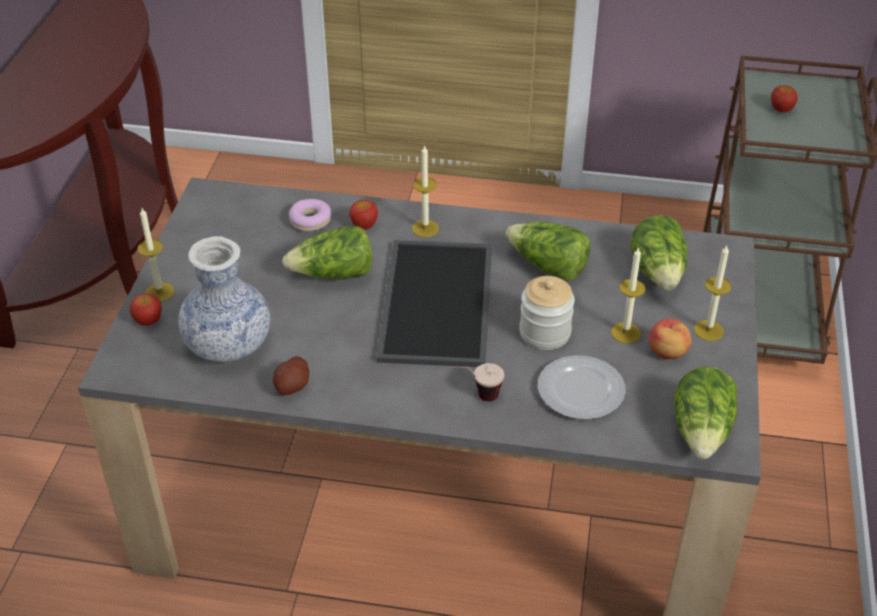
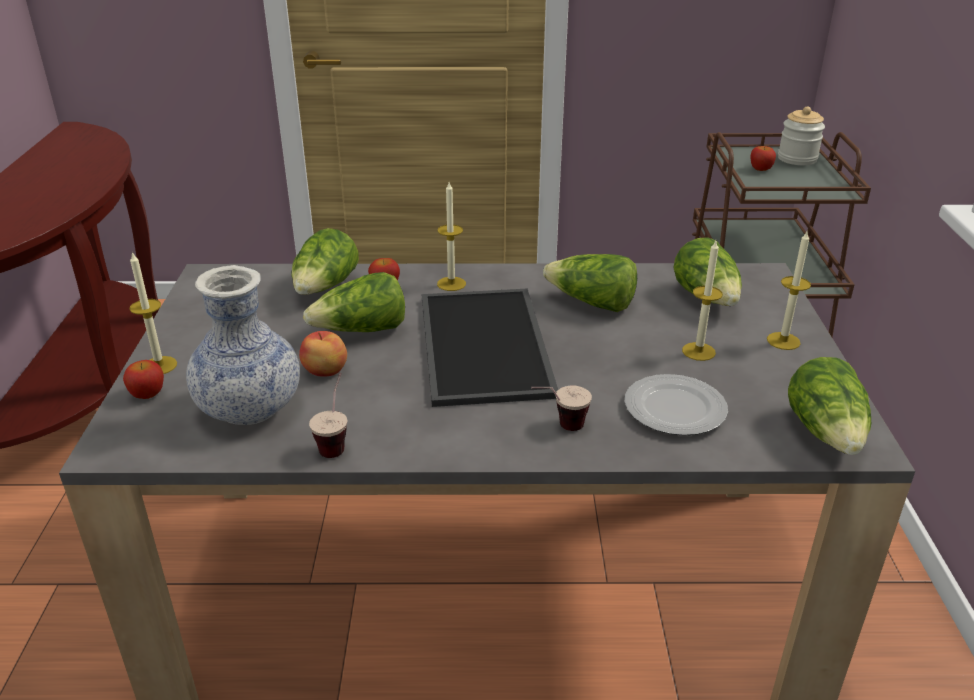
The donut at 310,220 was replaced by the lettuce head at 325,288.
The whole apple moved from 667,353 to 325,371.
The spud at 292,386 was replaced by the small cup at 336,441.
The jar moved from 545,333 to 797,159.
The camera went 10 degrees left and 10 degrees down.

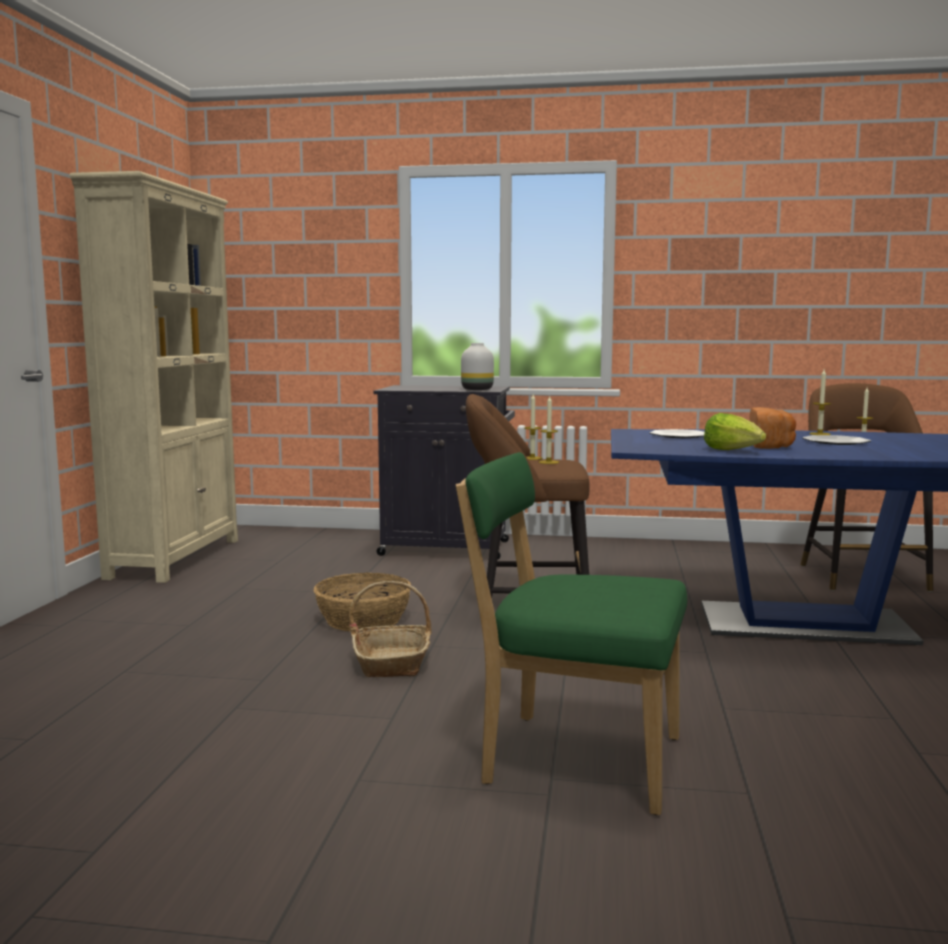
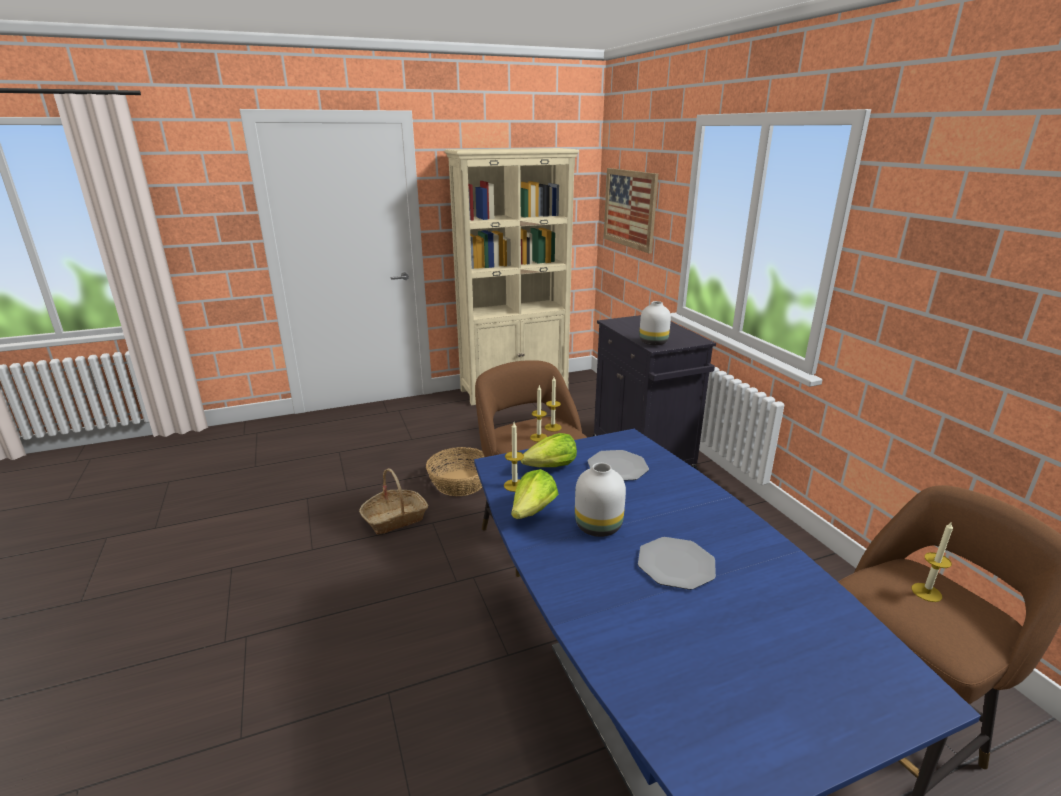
The wax light moved from 820,434 to 514,485.
The lettuce head at 551,467 appeared.
The bakery bread at 771,445 was replaced by the vase (white) at 597,526.
The wall picture at 630,208 appeared.
The plain chair (green) at 573,759 disappeared.
The camera went 60 degrees right and 15 degrees up.

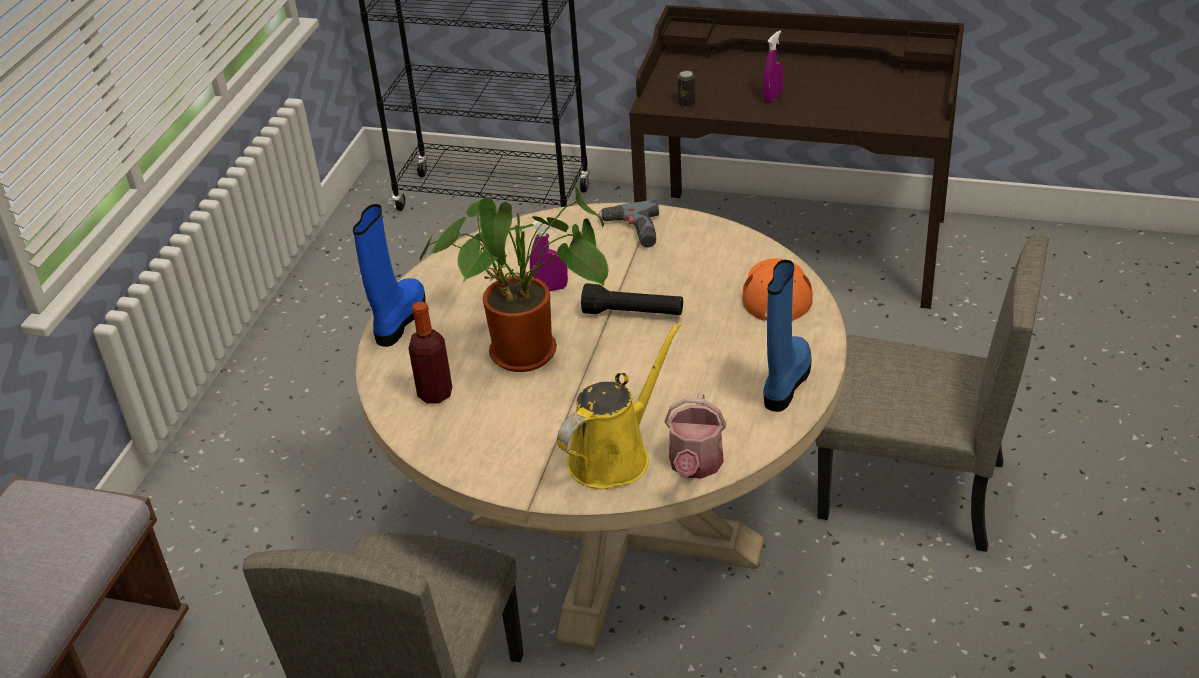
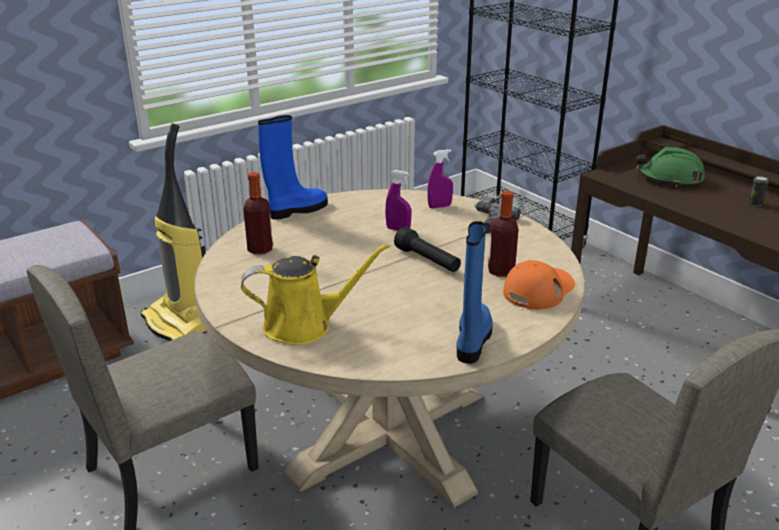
The hoover at 179,323 appeared.
The sprayer (purple-coloured) moved from 773,97 to 439,206.
The high-top boot (blue-coloured) at 785,382 turned 45 degrees counterclockwise.
The bottle at 501,271 appeared.
The safety helmet (green) at 669,179 appeared.
The metal can moved from 686,103 to 755,203.
The houseplant at 531,352 disappeared.
The watering pot at 695,466 disappeared.
The camera went 35 degrees right and 10 degrees down.

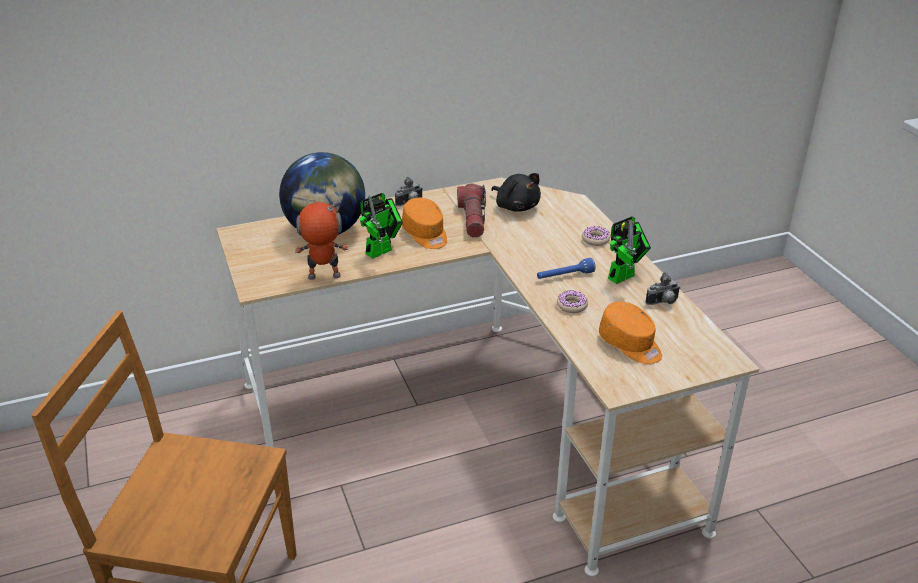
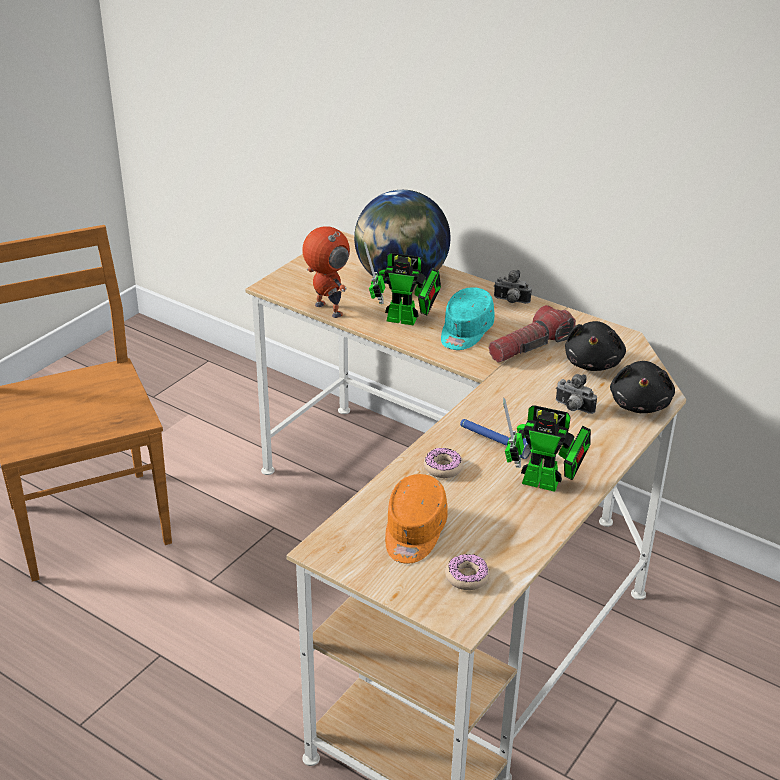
The baseball cap (orange-coloured) at 426,234 became the baseball cap (turquoise-coloured) at 465,332.
The donut moved from 595,240 to 467,577.
The still camera moved from 663,302 to 573,408.
The plush toy (blackish) at 640,404 appeared.
The camera went 55 degrees right and 0 degrees up.

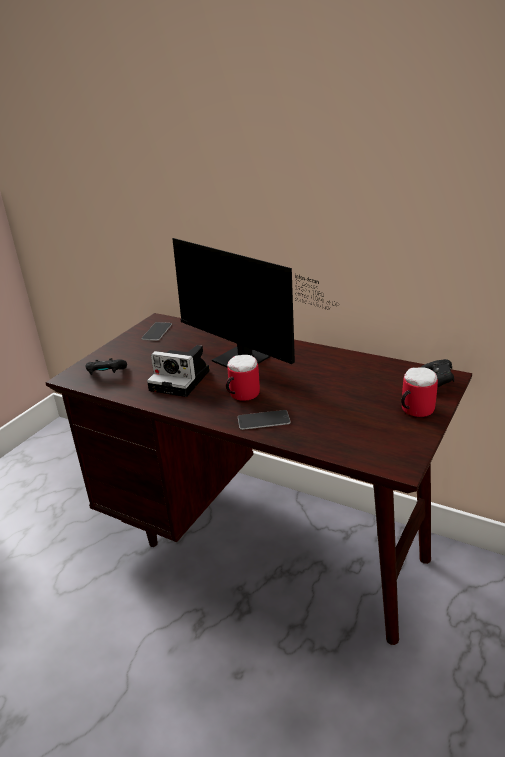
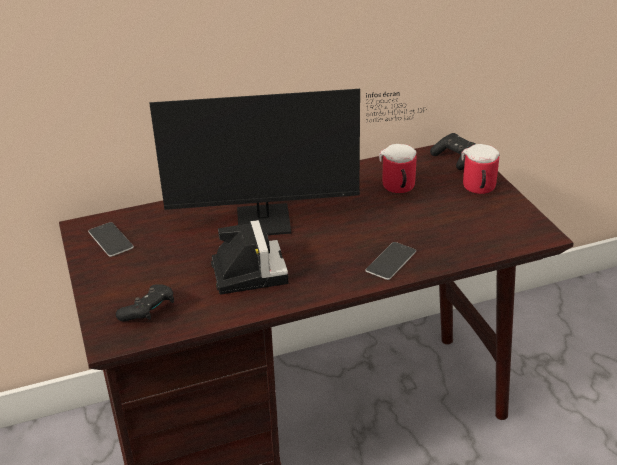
The still camera at 182,380 turned 75 degrees counterclockwise.
The coffee mug moved from 240,395 to 398,188.
The camera went 50 degrees left and 5 degrees up.

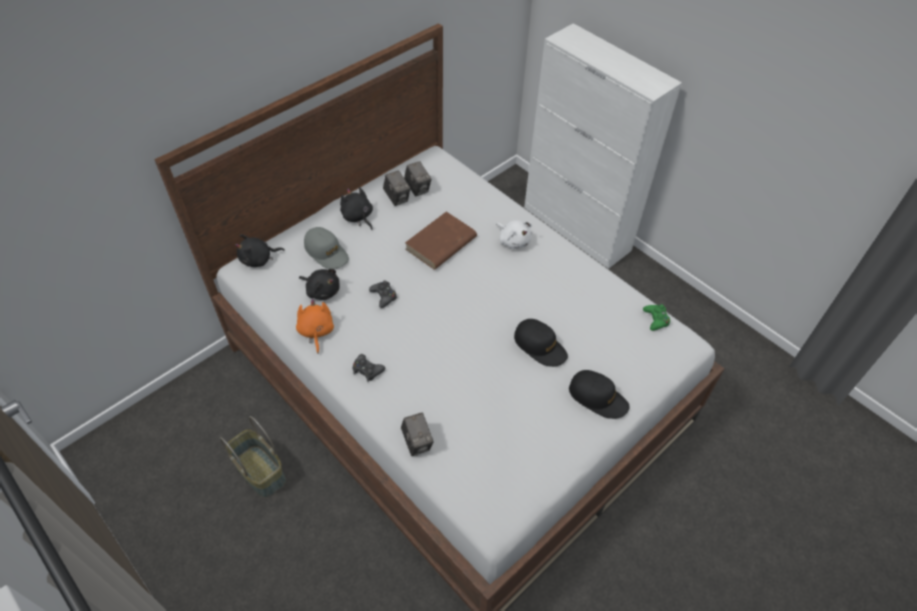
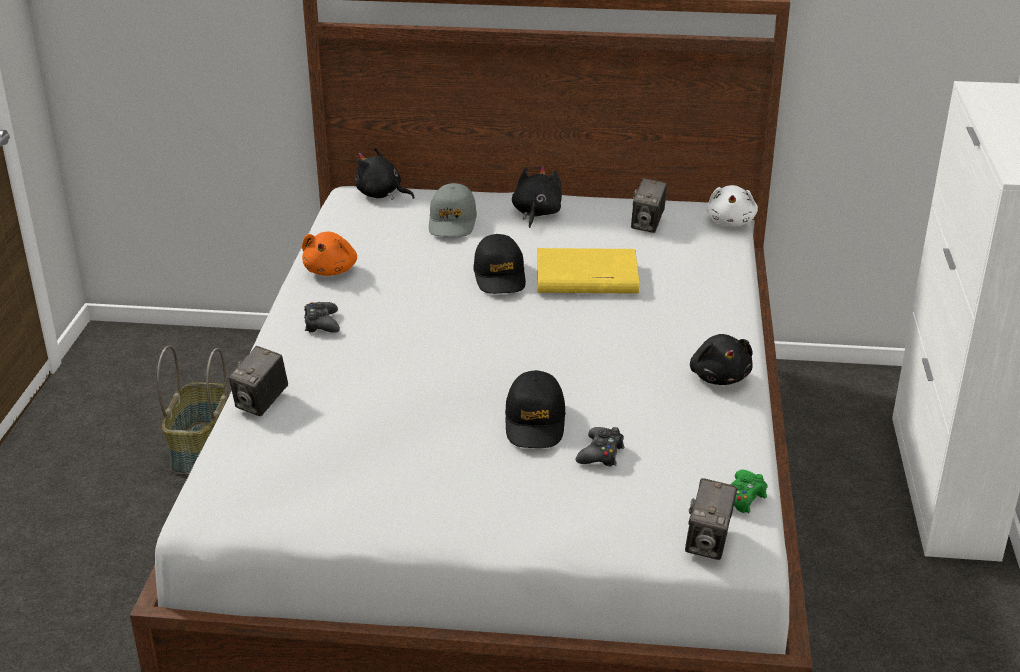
The plush toy (orange-coloured) at 316,332 turned 150 degrees clockwise.
The baseball cap (blackish) moved from 598,397 to 500,276.
The book (brown) at 440,244 became the book (yellow-coloured) at 585,278.
The game controller (blackish) moved from 384,296 to 601,454.
The still camera moved from 397,198 to 708,543.
The plush toy (blackish) moved from 322,290 to 719,376.
The plush toy (white) moved from 513,240 to 730,222.
The camera went 50 degrees right and 20 degrees down.

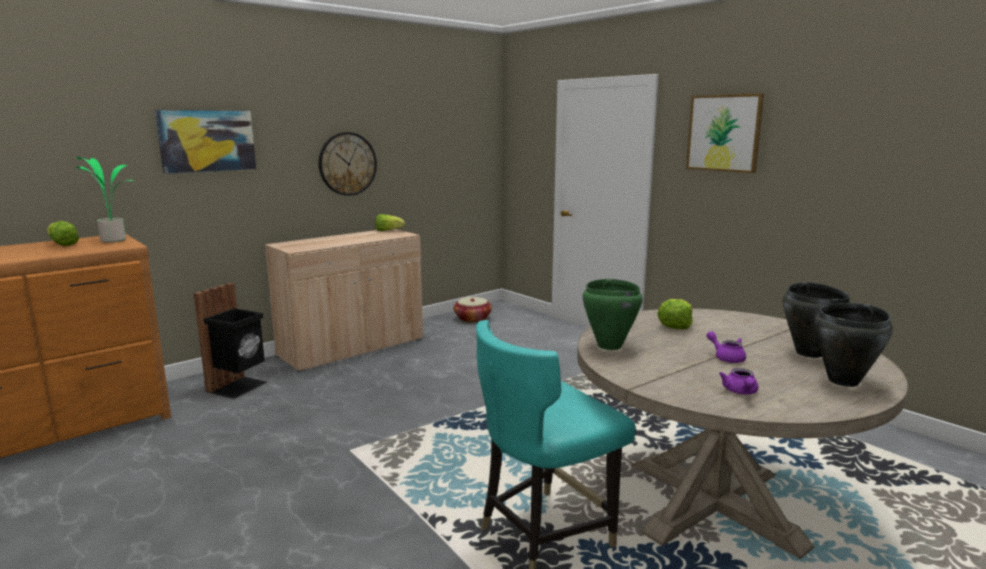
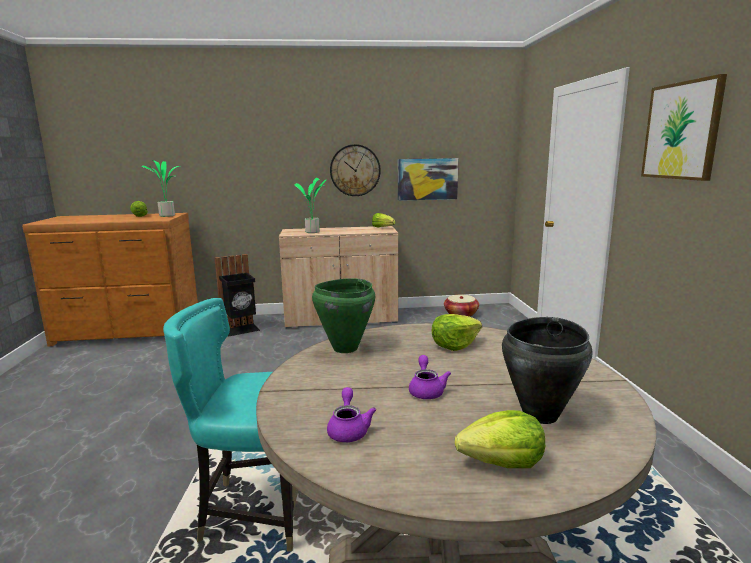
The houseplant at 313,232 appeared.
The teapot (purple-coloured) at 740,392 turned 135 degrees clockwise.
The wall picture moved from 207,141 to 427,179.
The saucepot (blackish) at 844,381 was replaced by the lettuce head at 502,462.
The camera went 35 degrees right and 0 degrees up.

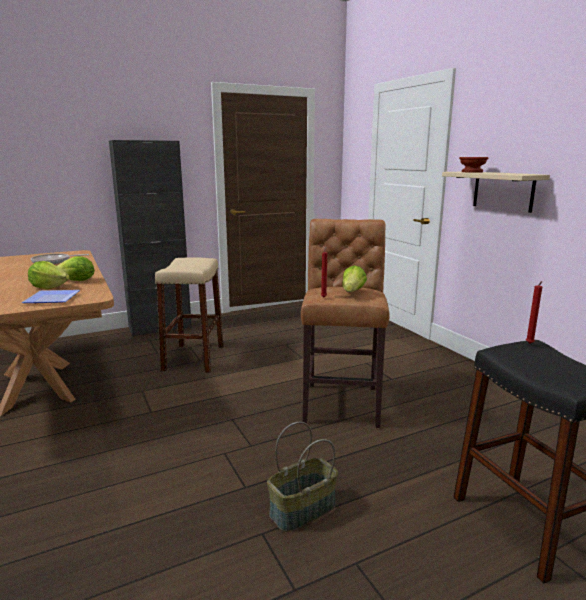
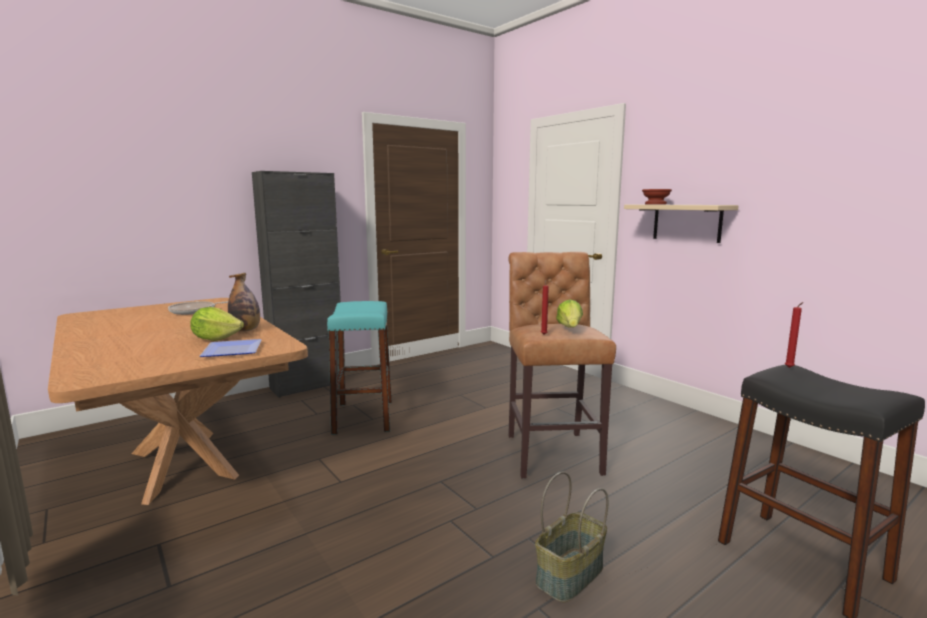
The lettuce head at 77,281 was replaced by the bottle at 246,330.
The stool (beige) at 194,358 became the stool (turquoise-coloured) at 363,417.
The camera went 10 degrees left and 5 degrees down.

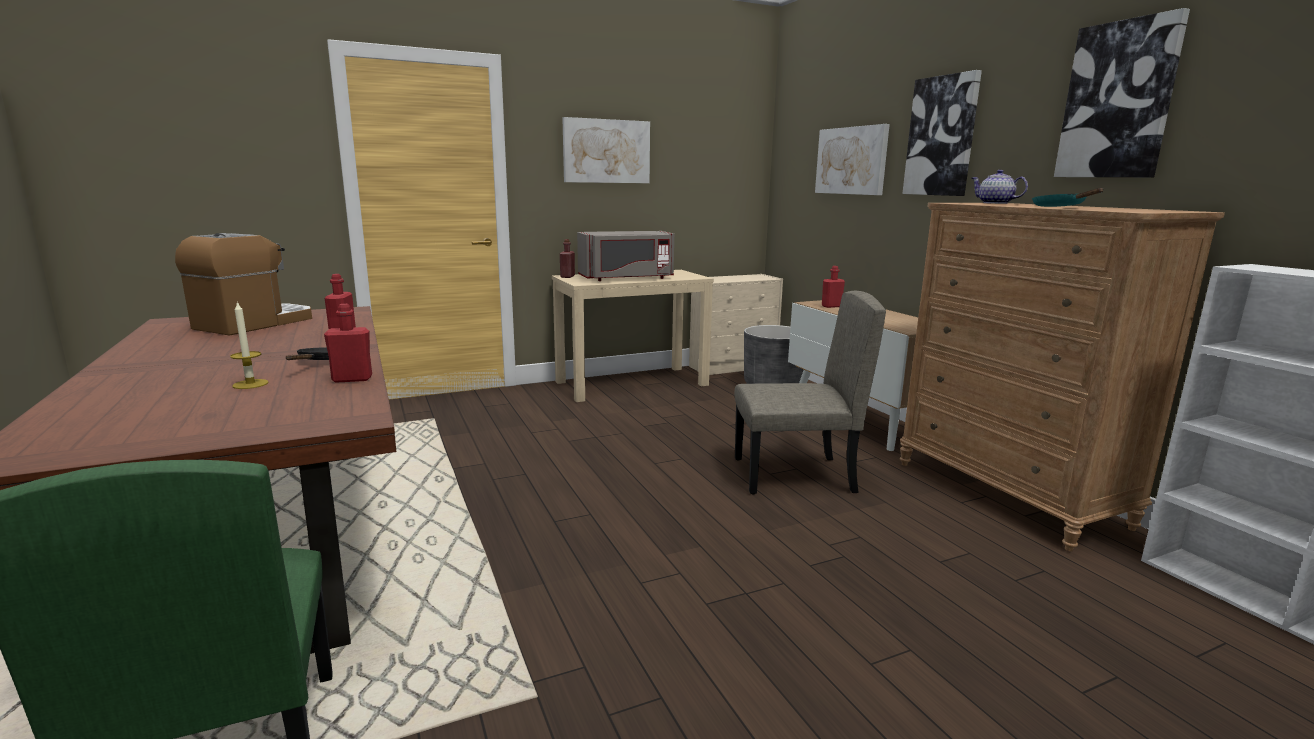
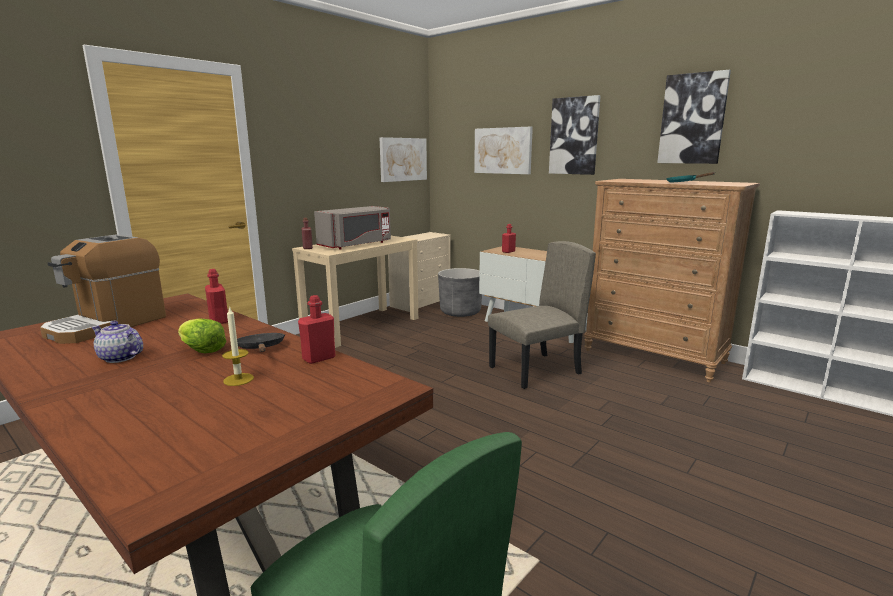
The coffee machine at 254,323 turned 150 degrees counterclockwise.
The teapot moved from 995,203 to 120,358.
The lettuce head at 201,350 appeared.
The wall picture moved from 606,151 to 403,159.
The camera went 25 degrees left and 0 degrees up.

